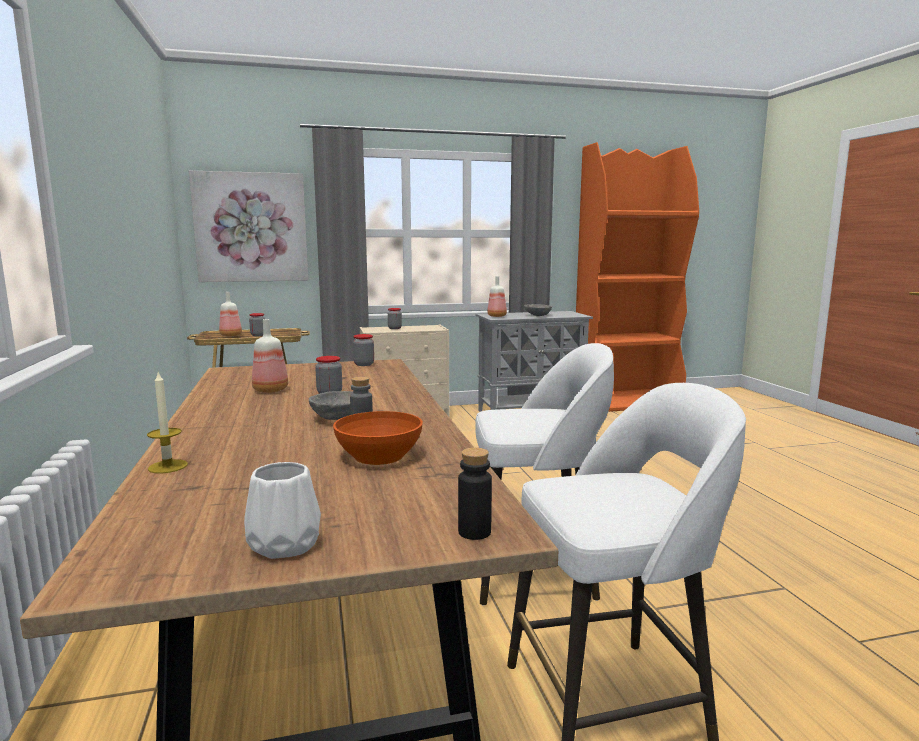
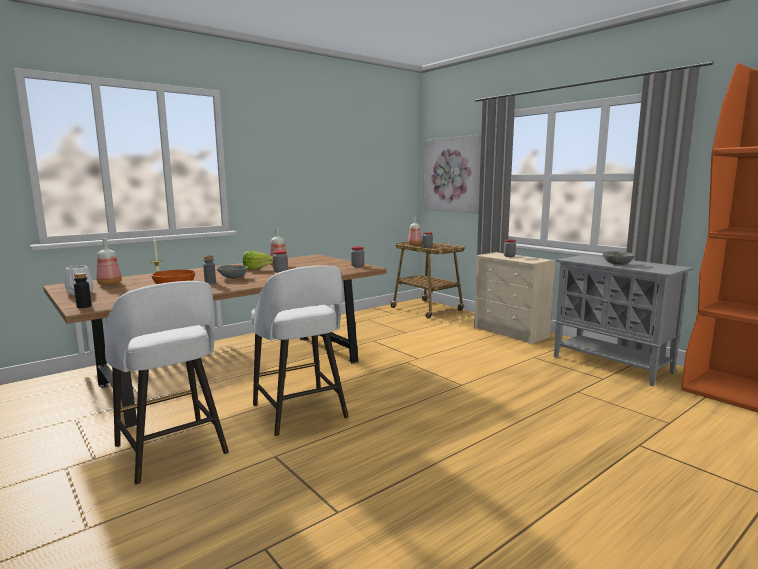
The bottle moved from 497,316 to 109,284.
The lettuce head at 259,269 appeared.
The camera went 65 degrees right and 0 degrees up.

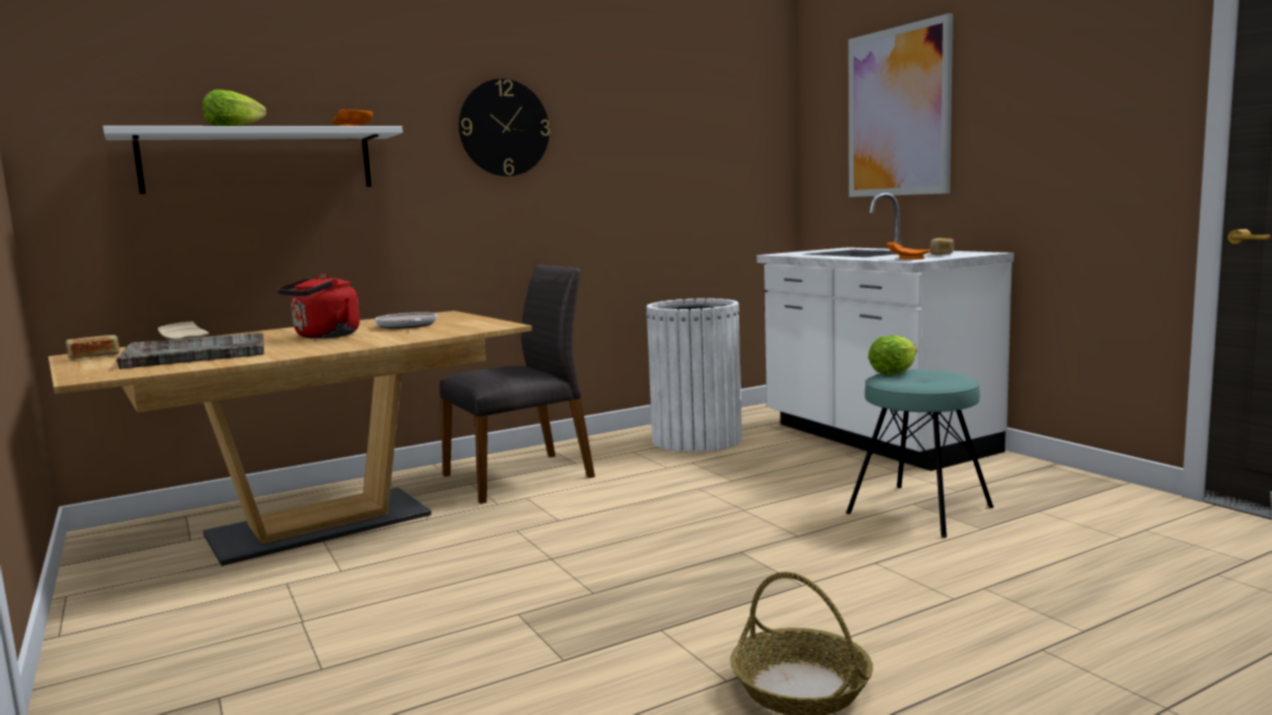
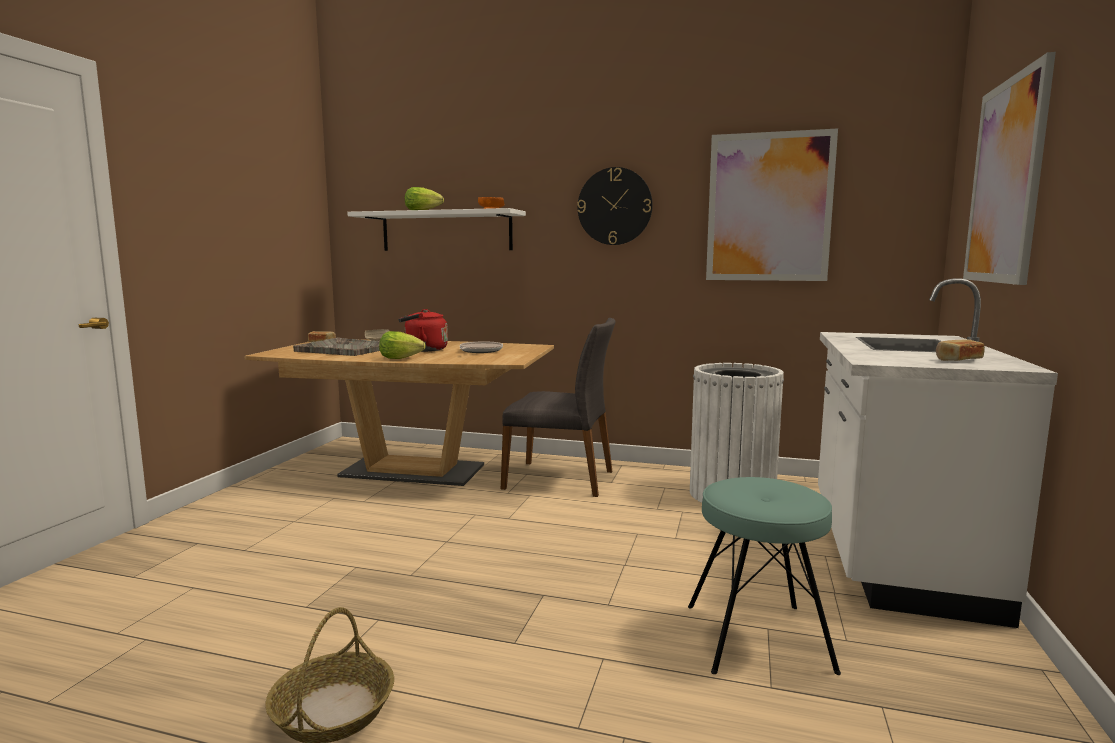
The lettuce head moved from 893,373 to 400,358.
The wall picture at 769,207 appeared.
The dinner plate (orange-coloured) at 907,258 disappeared.
The camera went 45 degrees right and 0 degrees up.

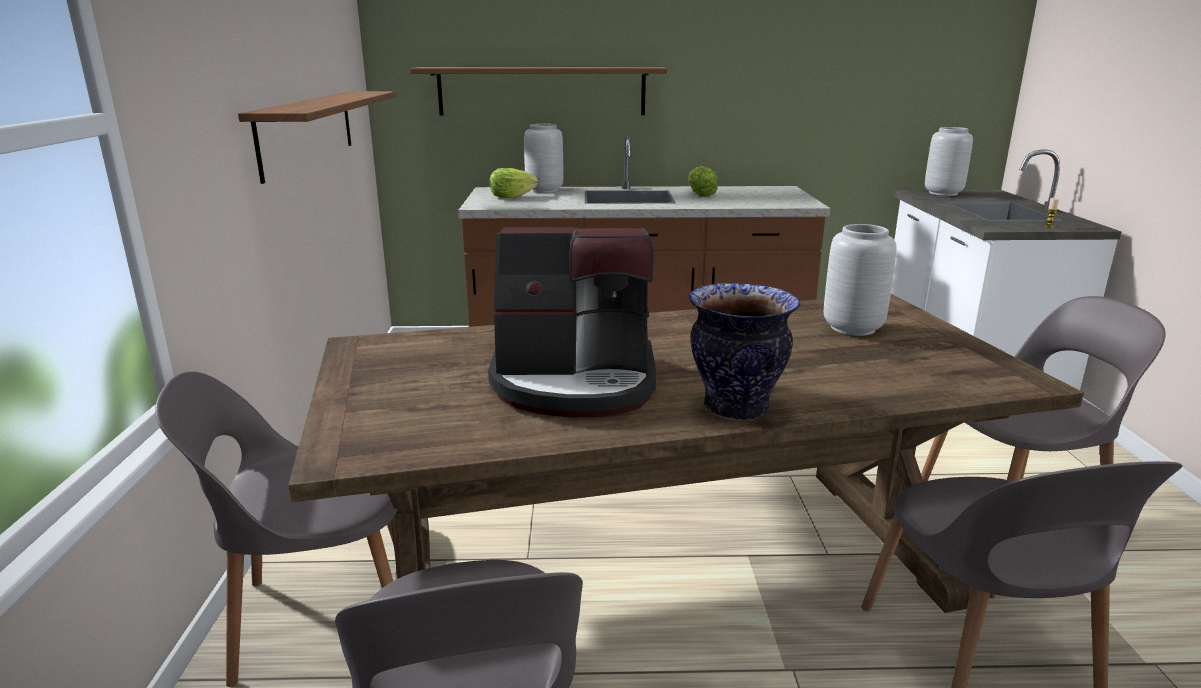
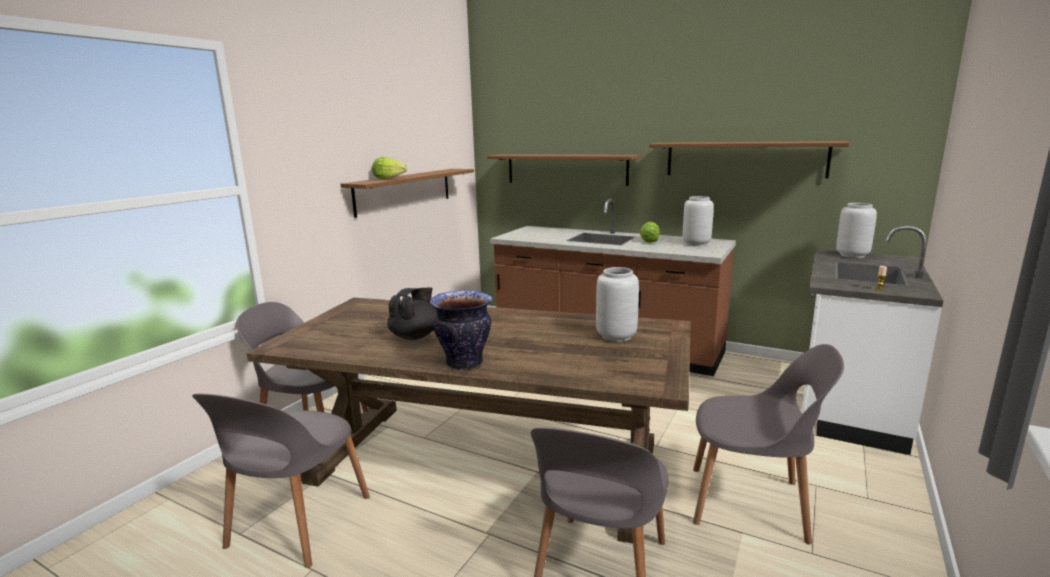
The lettuce head moved from 511,197 to 388,179.
The coffee machine at 575,382 was replaced by the teapot (blackish) at 415,336.
The shelf at 744,159 appeared.
The vase (greyish) moved from 544,190 to 695,244.
The camera went 30 degrees right and 5 degrees down.

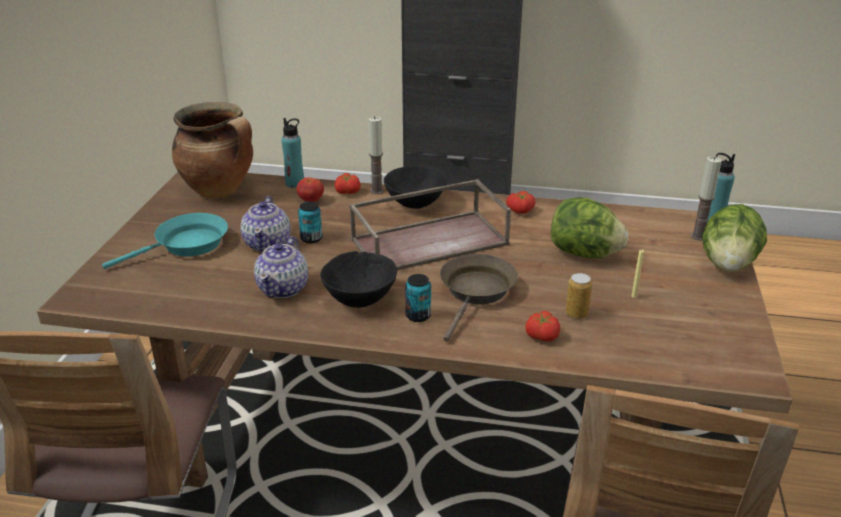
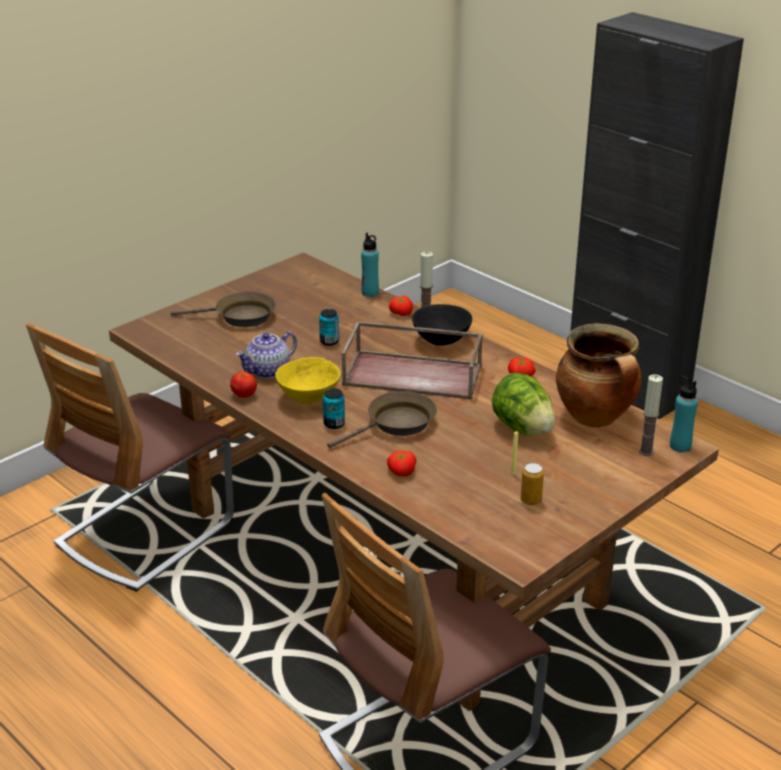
The skillet (turquoise-coloured) at 186,245 became the skillet (brown) at 240,317.
The whole tomato moved from 311,200 to 244,395.
The deep dish (blackish) at 361,300 became the deep dish (yellow-coloured) at 309,398.
The metal can moved from 576,314 to 531,500.
The saucepot moved from 220,191 to 596,418.
The teapot at 268,243 disappeared.
The lettuce head at 728,264 disappeared.
The camera went 35 degrees right and 0 degrees up.

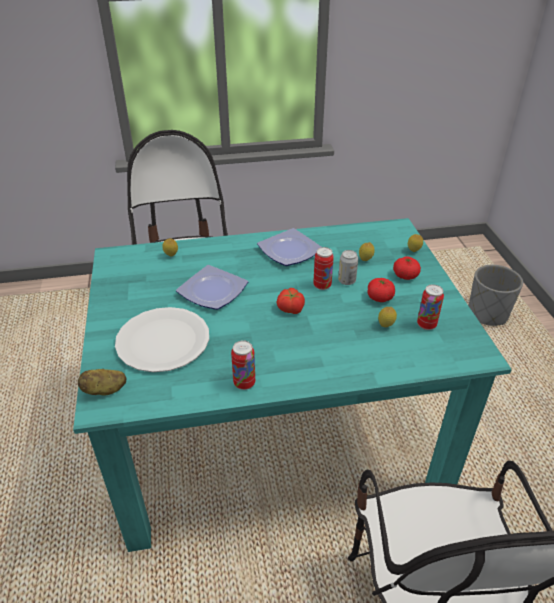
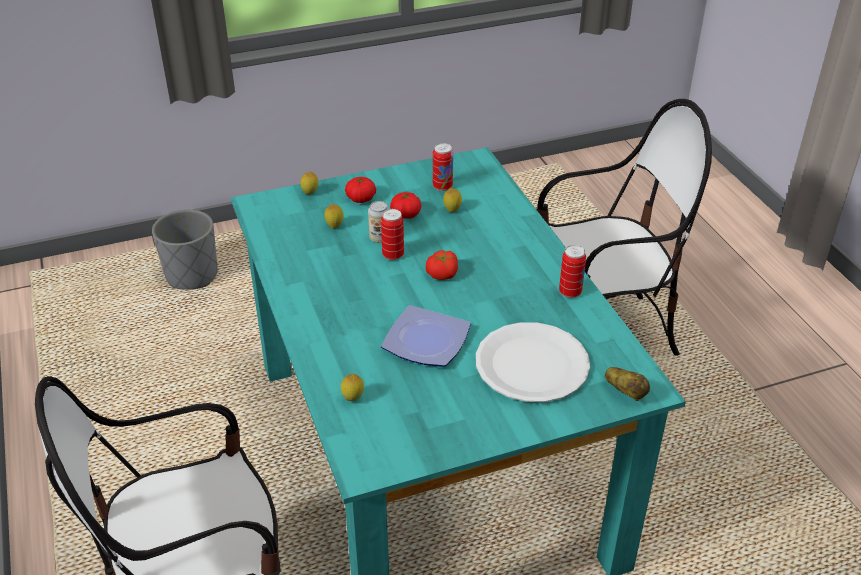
The dinner plate at 291,251 disappeared.
The camera went 100 degrees left and 0 degrees up.

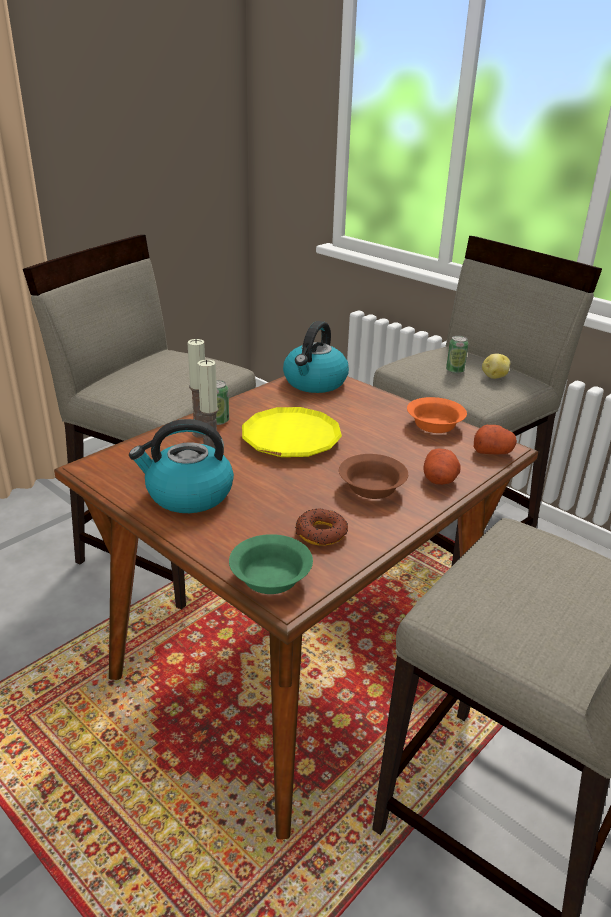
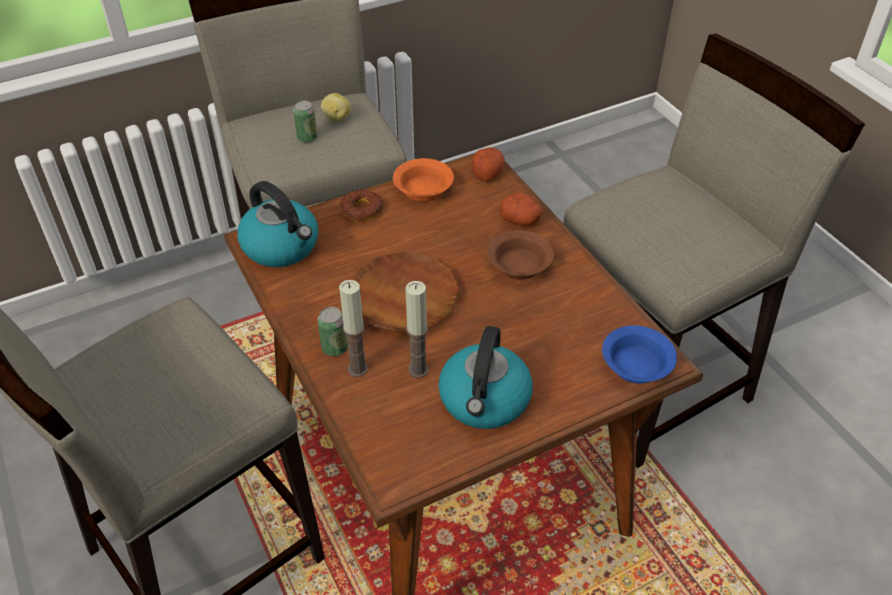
The donut moved from 321,533 to 361,210.
The dinner plate (yellow-coloured) at 291,439 became the dinner plate (brown) at 404,297.
The deep dish (green) at 271,579 became the deep dish (blue-coloured) at 637,366.
The camera went 70 degrees left and 15 degrees up.

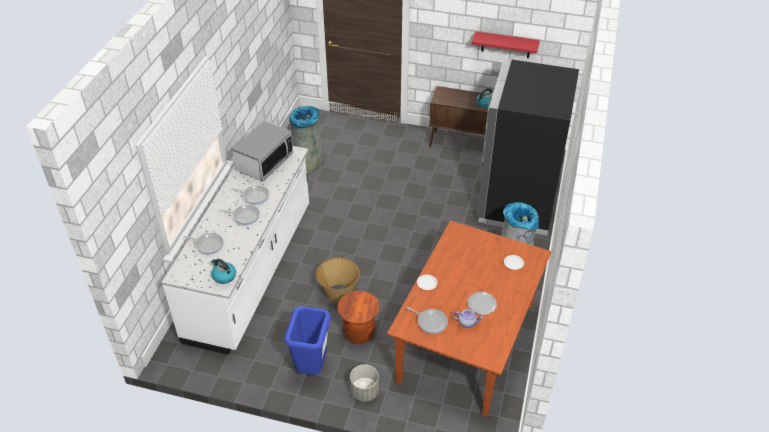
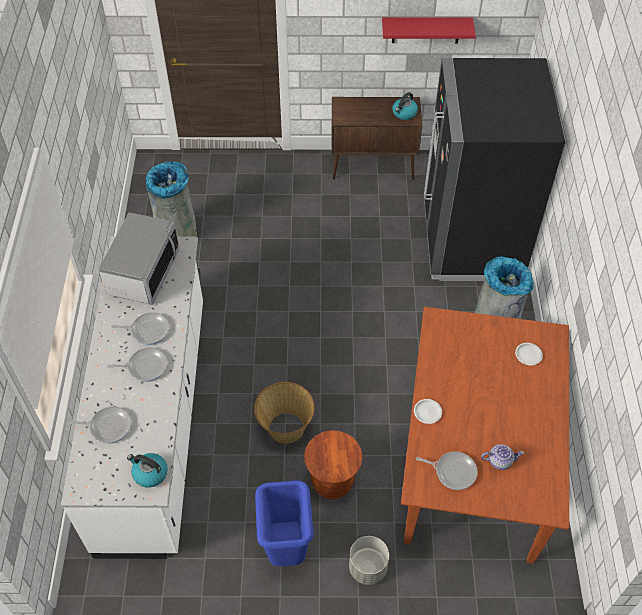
The dinner plate at 482,304 disappeared.
The camera went 15 degrees left and 10 degrees up.

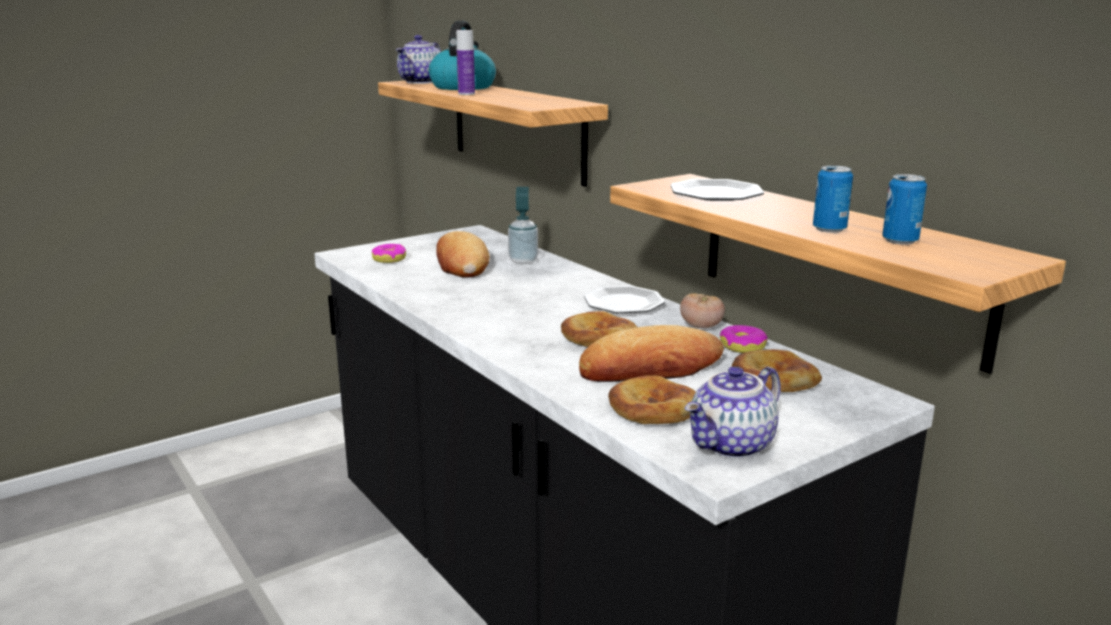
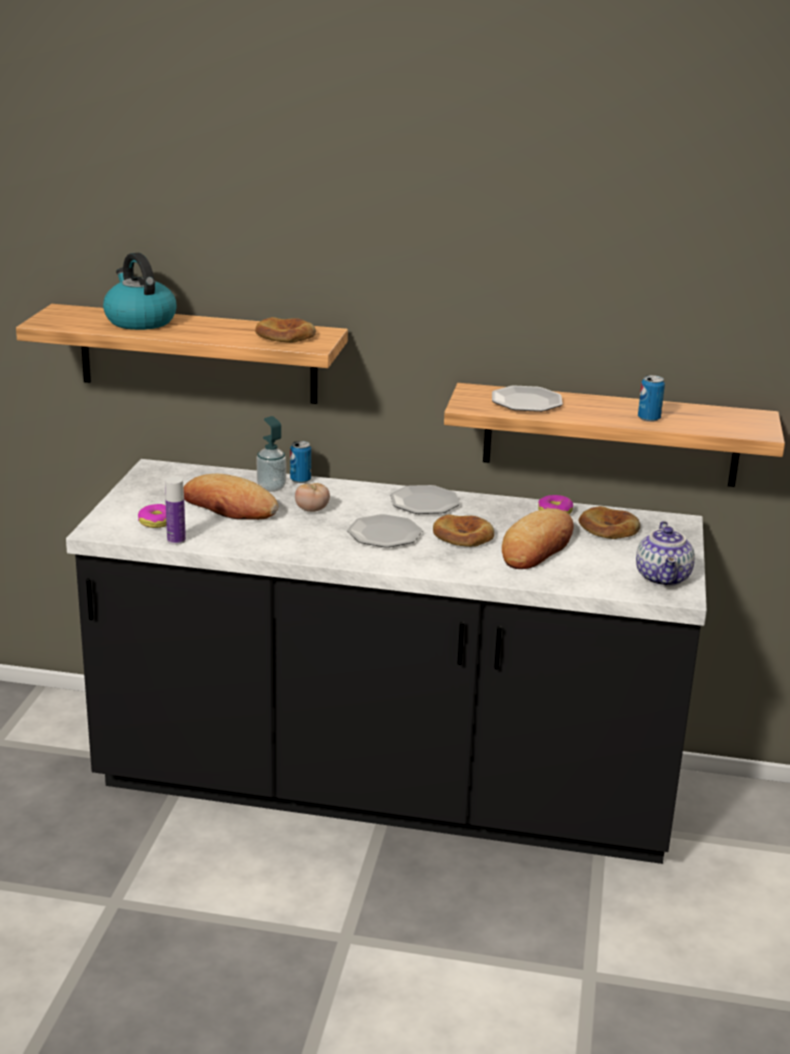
The bottle moved from 466,94 to 176,540.
The bakery bread moved from 653,408 to 285,335.
The metal can moved from 900,241 to 300,480.
The whole tomato moved from 701,327 to 312,510.
The dinner plate at 384,534 appeared.
The teapot at 421,82 disappeared.
The camera went 45 degrees left and 5 degrees up.

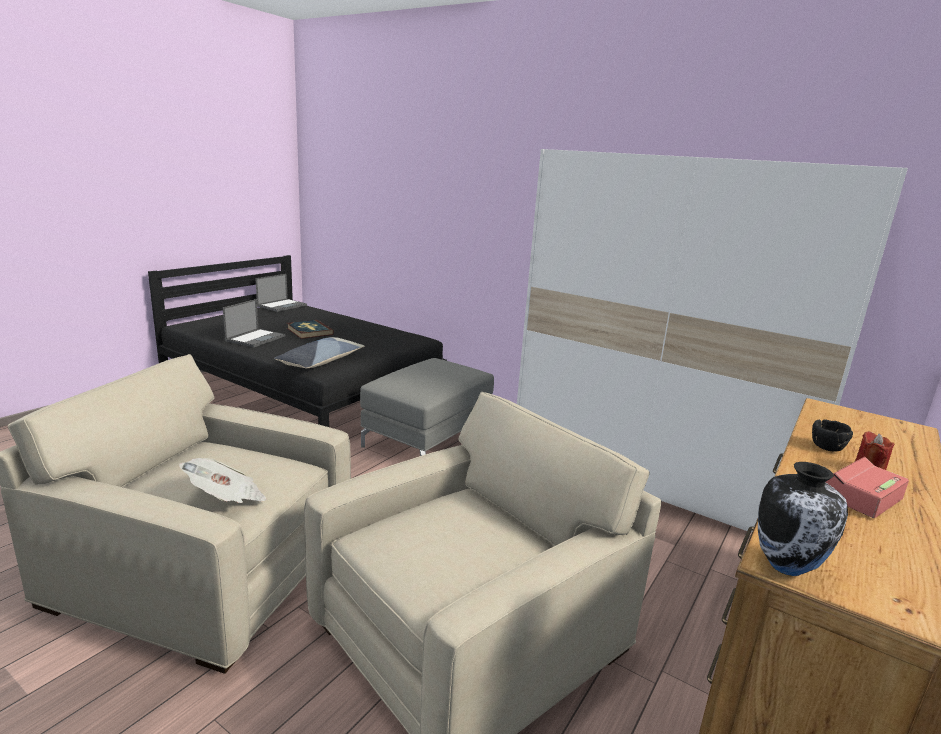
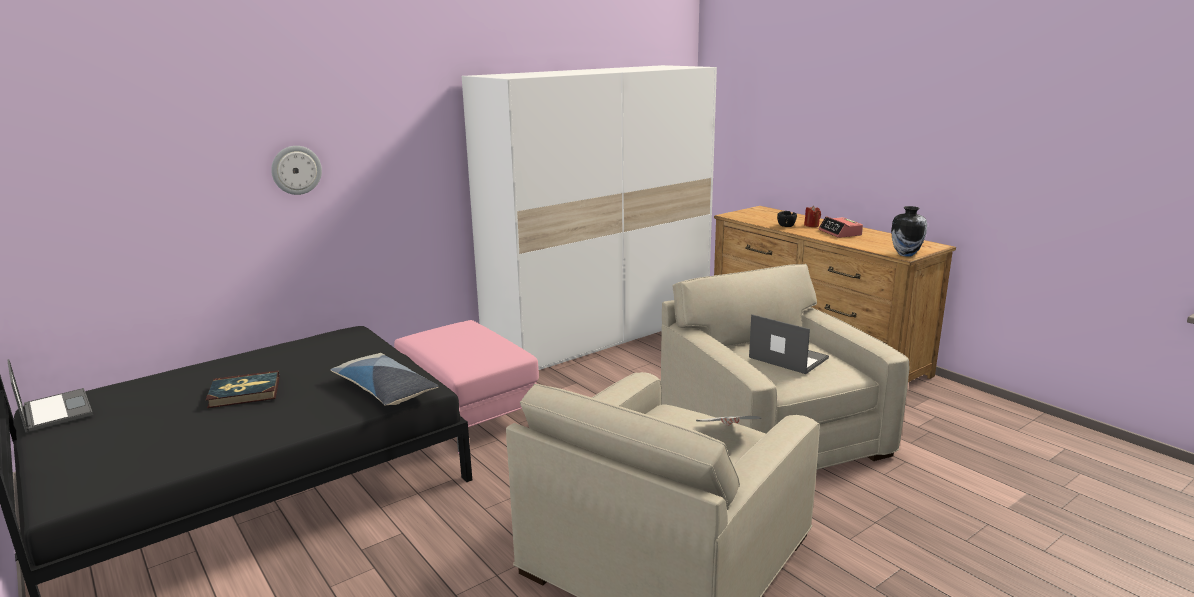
The wall clock at 296,170 appeared.
The ottoman (greyish) at 427,438 became the ottoman (pink) at 467,414.
The notebook computer moved from 256,338 to 787,358.
The camera went 70 degrees left and 0 degrees up.

